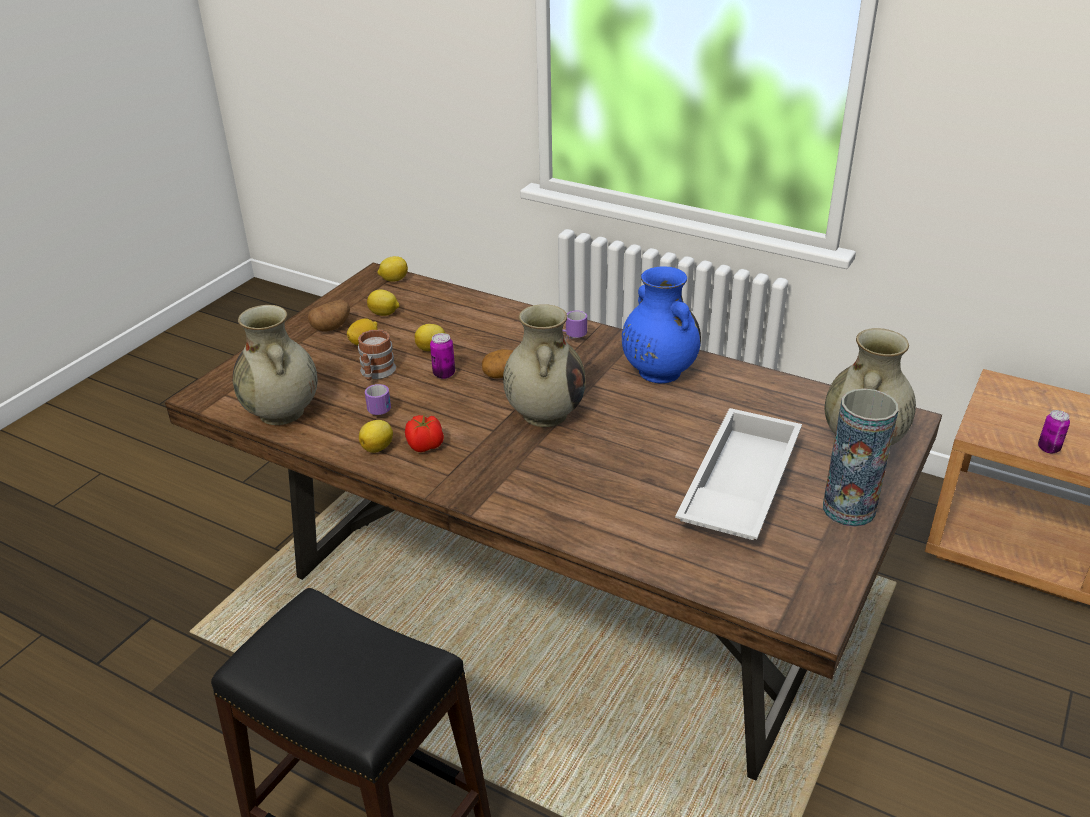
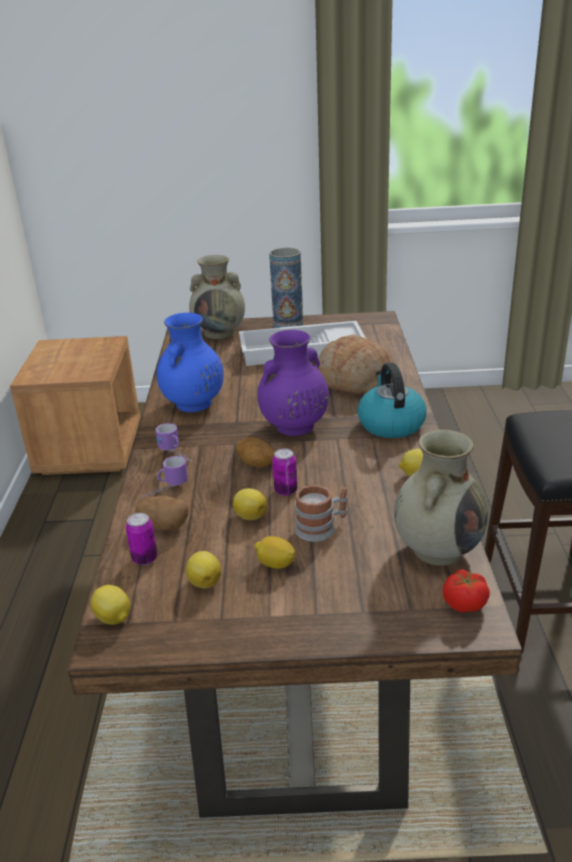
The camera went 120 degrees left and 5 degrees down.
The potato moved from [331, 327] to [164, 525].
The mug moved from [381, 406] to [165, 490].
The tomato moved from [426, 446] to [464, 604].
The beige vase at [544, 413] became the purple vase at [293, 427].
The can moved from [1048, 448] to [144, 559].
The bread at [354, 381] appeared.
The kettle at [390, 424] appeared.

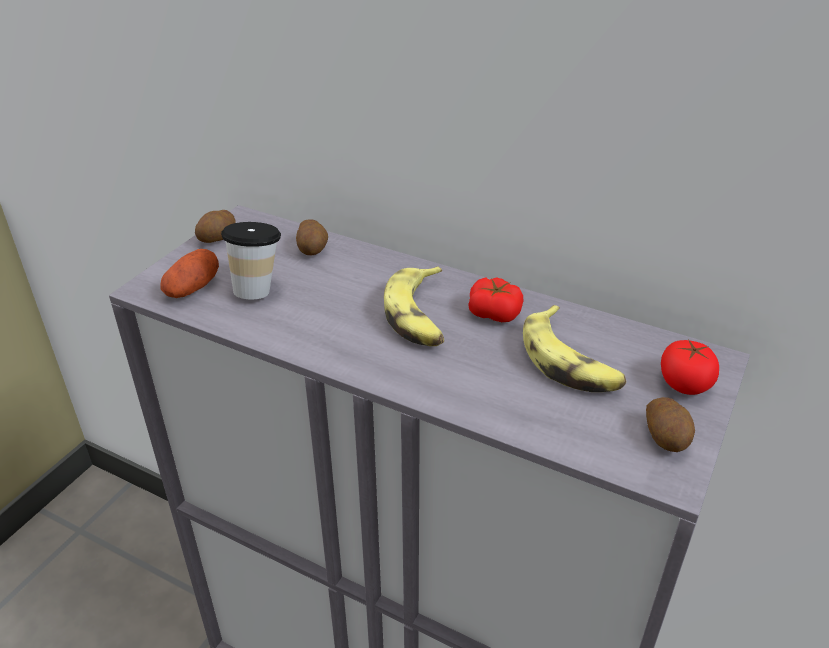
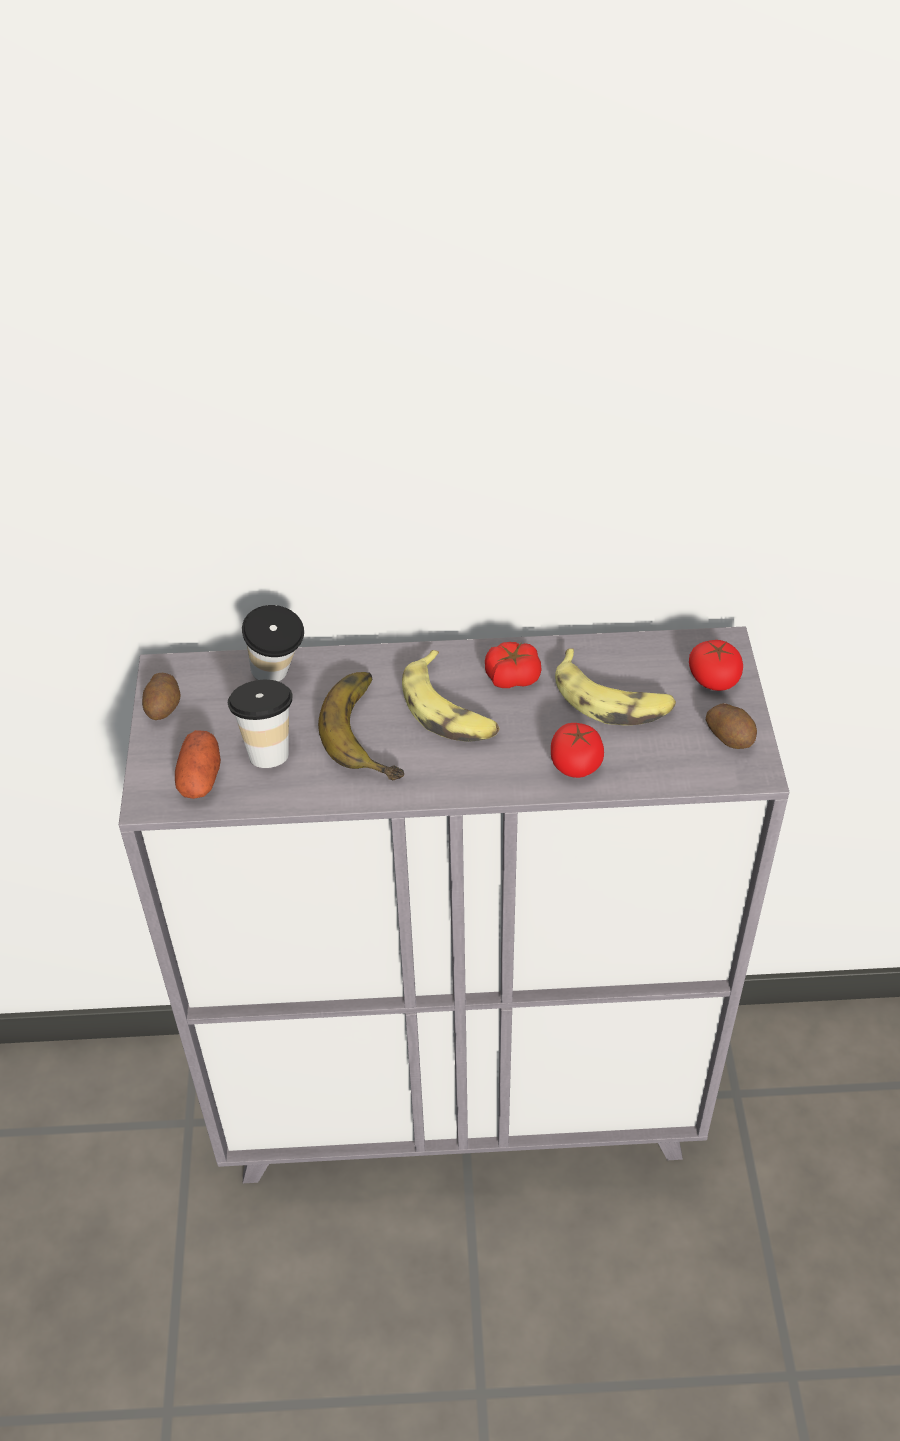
The camera went 30 degrees left and 10 degrees up.
The potato at [313, 249] was replaced by the cup at [278, 677].
The banana at [373, 730] appeared.
The tomato at [576, 763] appeared.

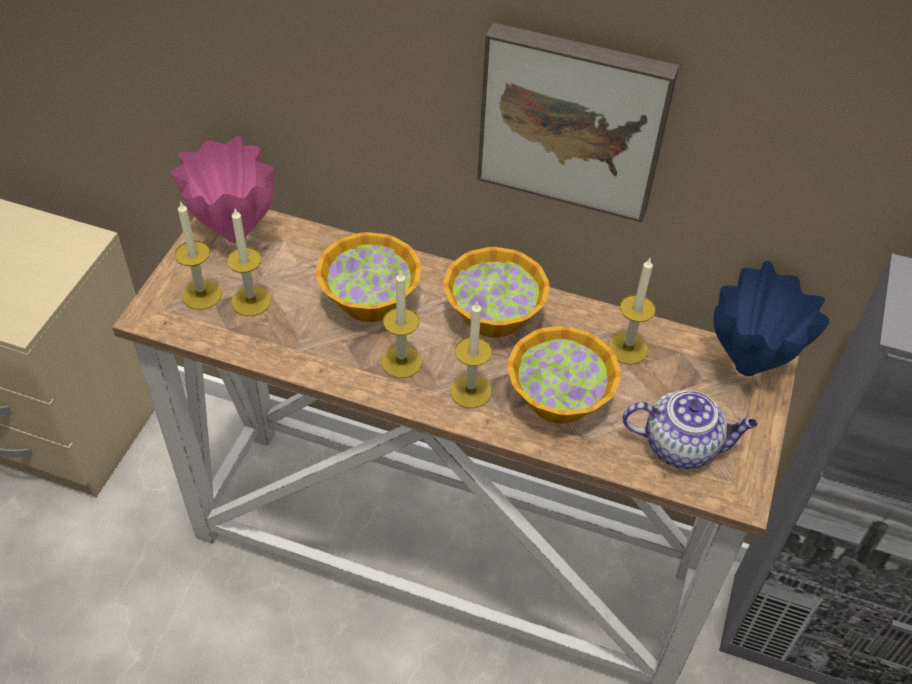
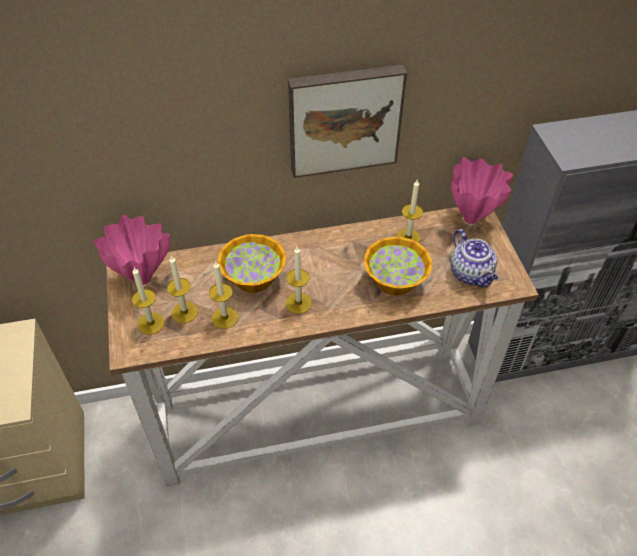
The camera went 30 degrees left and 0 degrees up.
The bowl at [494, 316] disappeared.
The candle moved from [470, 391] to [225, 317].
The teapot at [682, 446] turned 90 degrees clockwise.
The blue vase at [746, 368] became the pink vase at [471, 220].

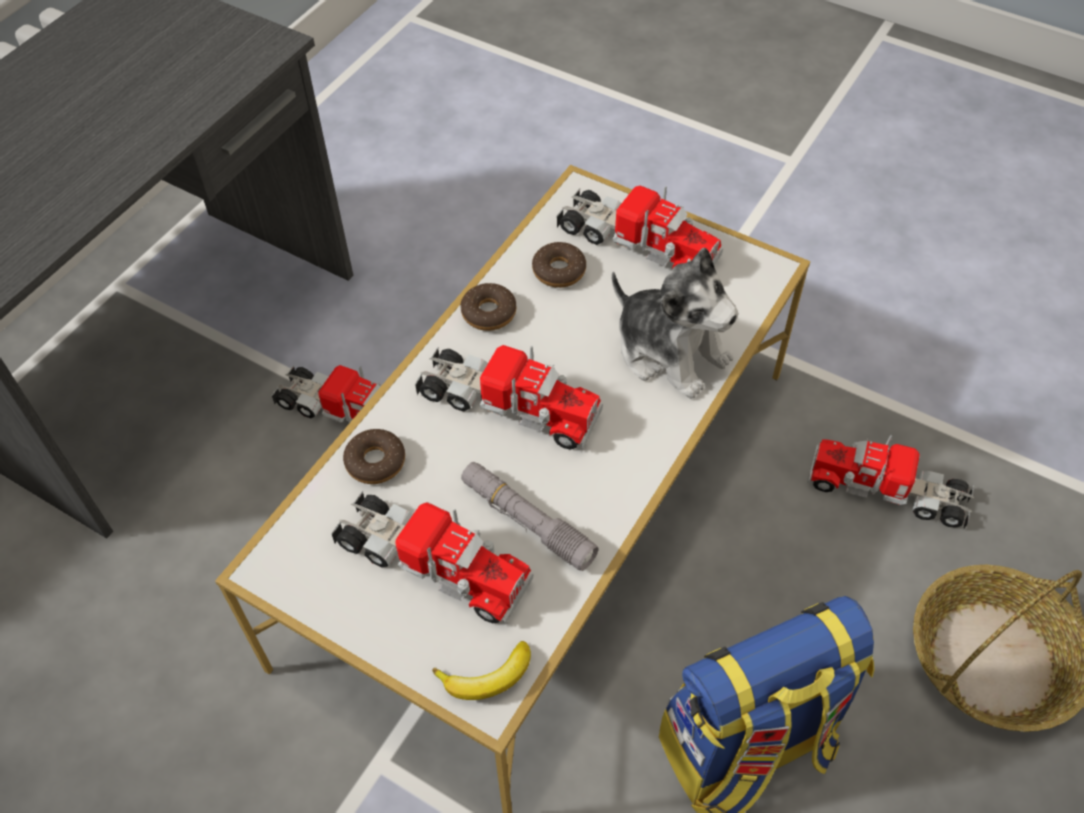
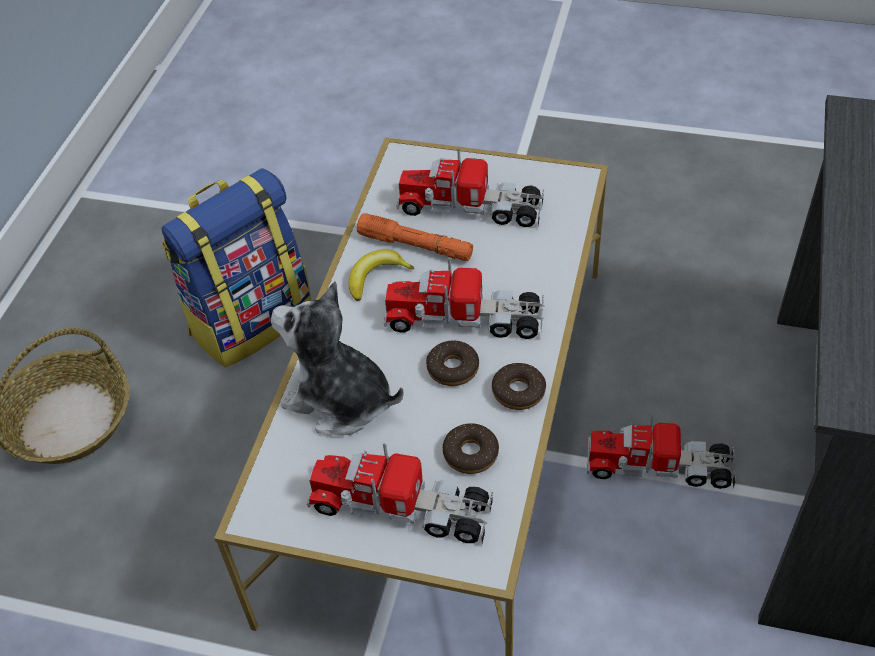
The camera went 165 degrees right and 5 degrees down.
The donut moved from [375, 462] to [453, 368].
The banana moved from [487, 677] to [376, 277].
The grey flashlight at [527, 521] became the orange flashlight at [416, 246].
The toy truck at [887, 491] disappeared.

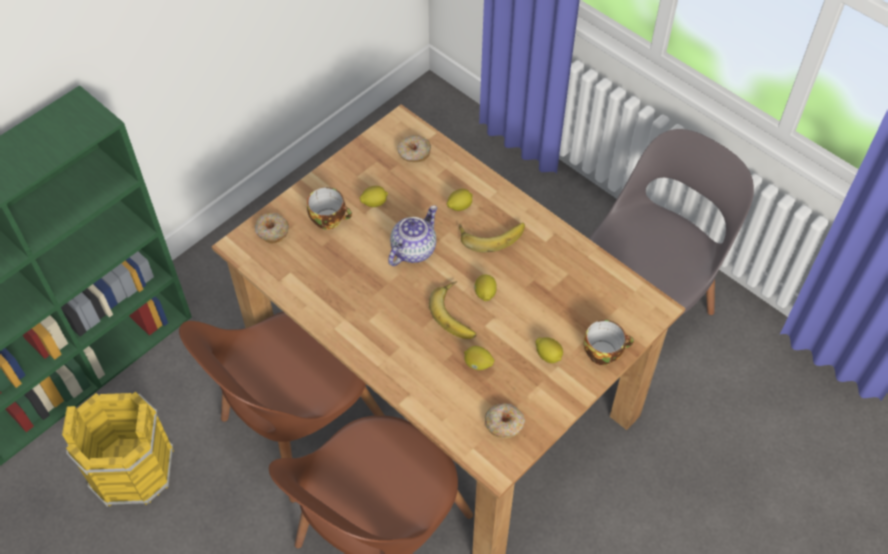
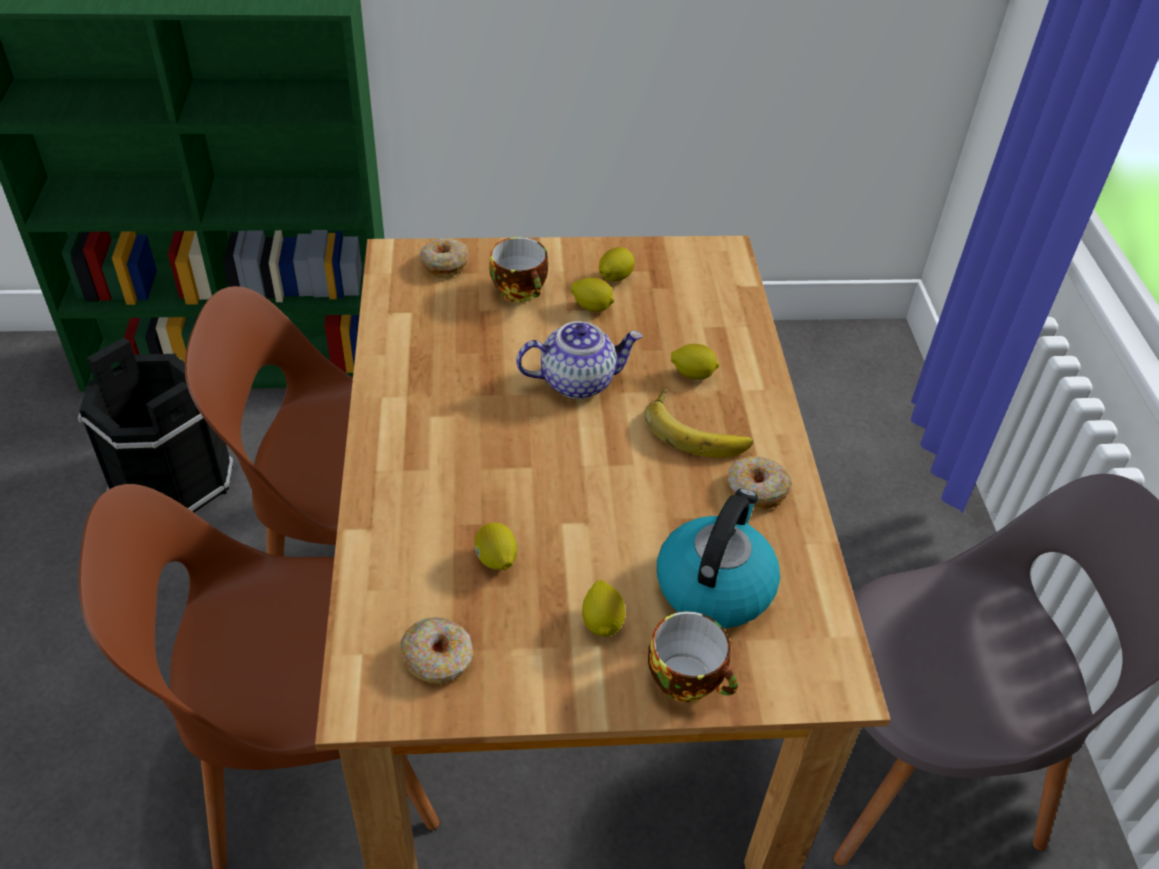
The camera went 40 degrees right and 10 degrees down.
The yellow bucket at [132, 469] became the black bucket at [172, 481].
The donut moved from [414, 153] to [756, 489].
The banana at [457, 313] disappeared.
The lemon moved from [485, 294] to [614, 278].
The kettle at [714, 585] appeared.

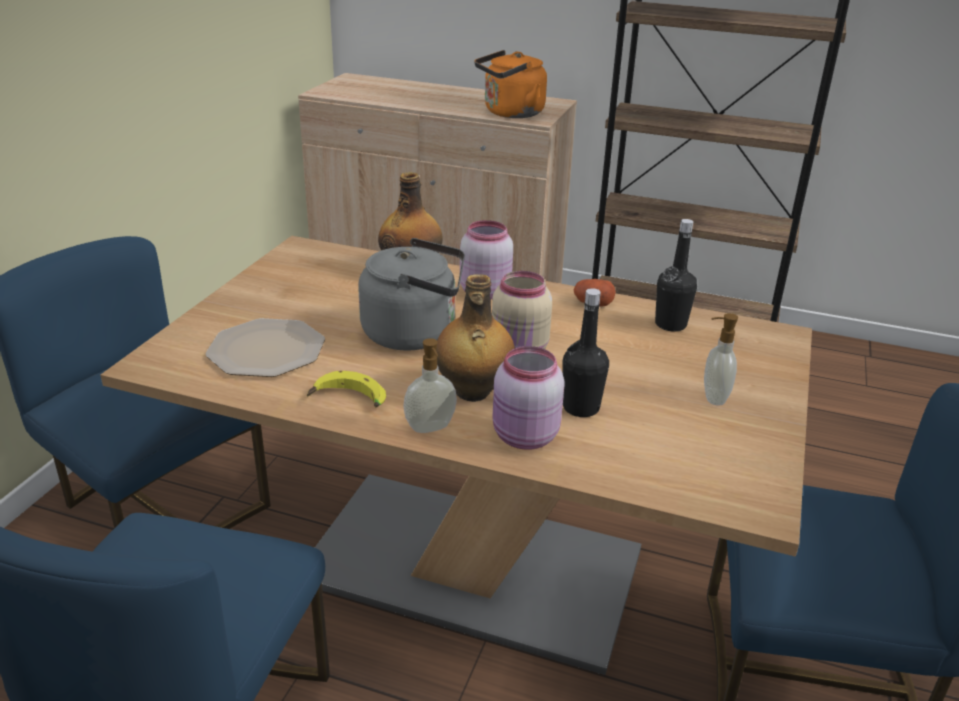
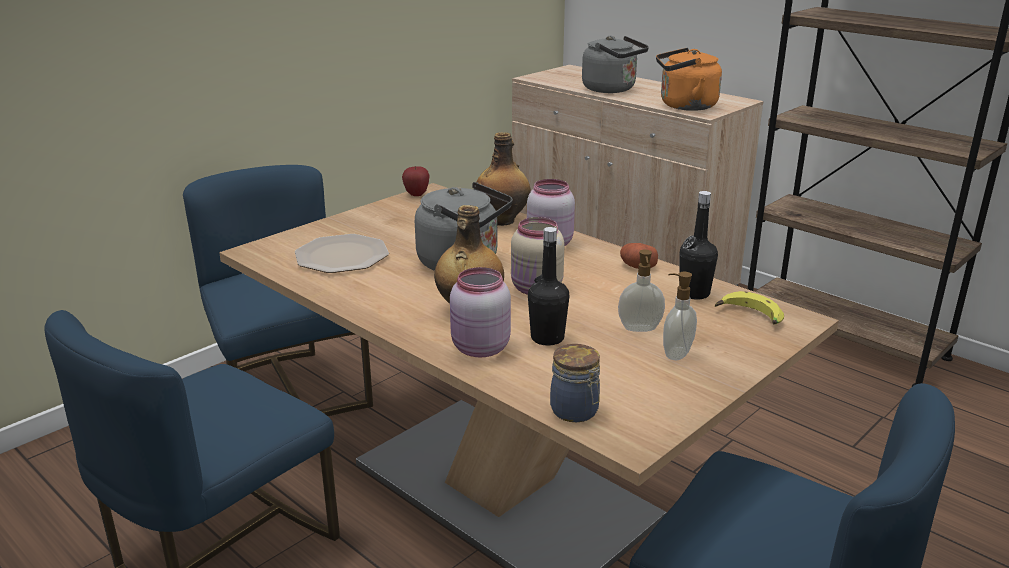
The camera went 25 degrees right and 5 degrees down.
The banana moved from [348, 401] to [749, 317].
The soap dispenser moved from [430, 428] to [640, 329].
The apple at [416, 194] appeared.
The jar at [576, 412] appeared.
The grey kettle at [612, 89] appeared.

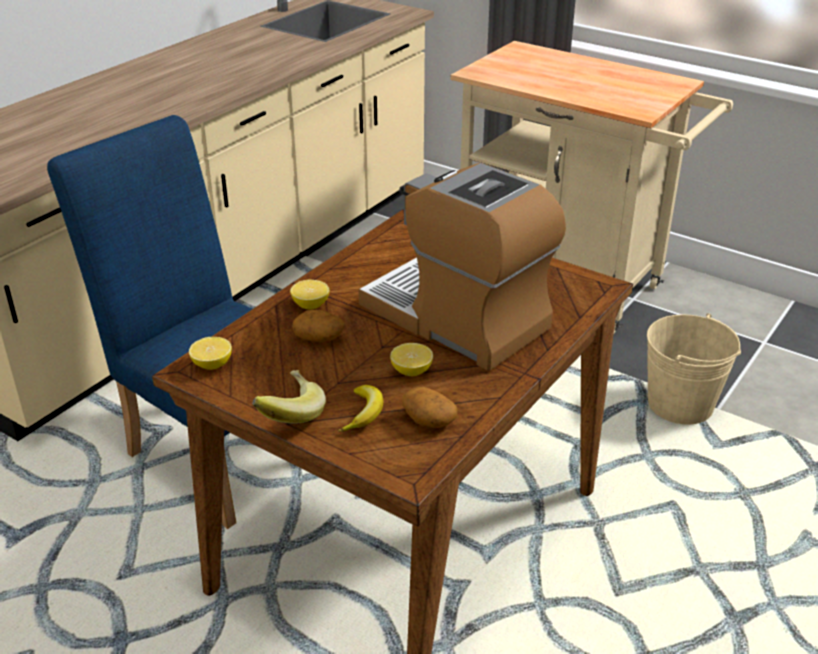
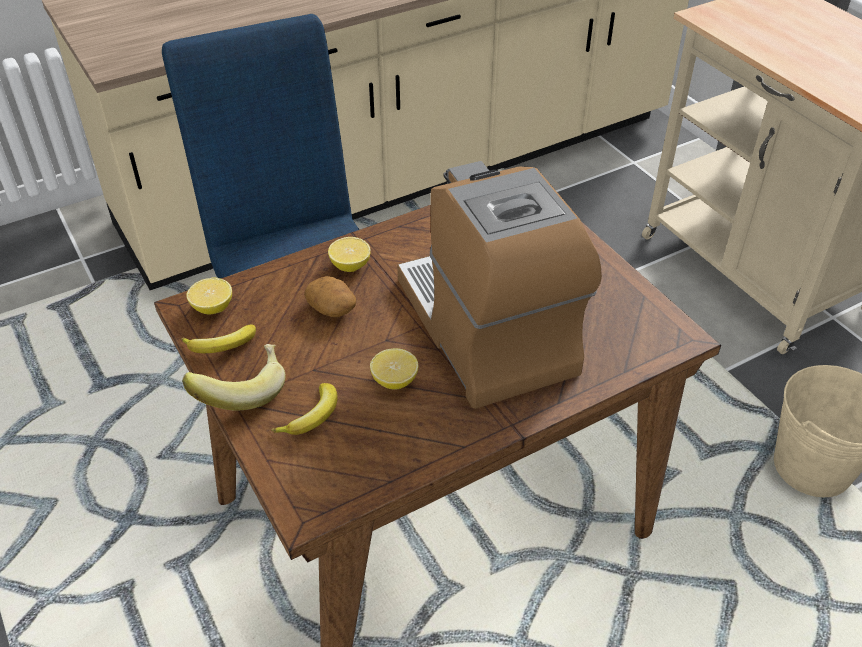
The camera went 25 degrees right and 10 degrees up.
The potato at [428, 420] disappeared.
The banana at [222, 346] appeared.

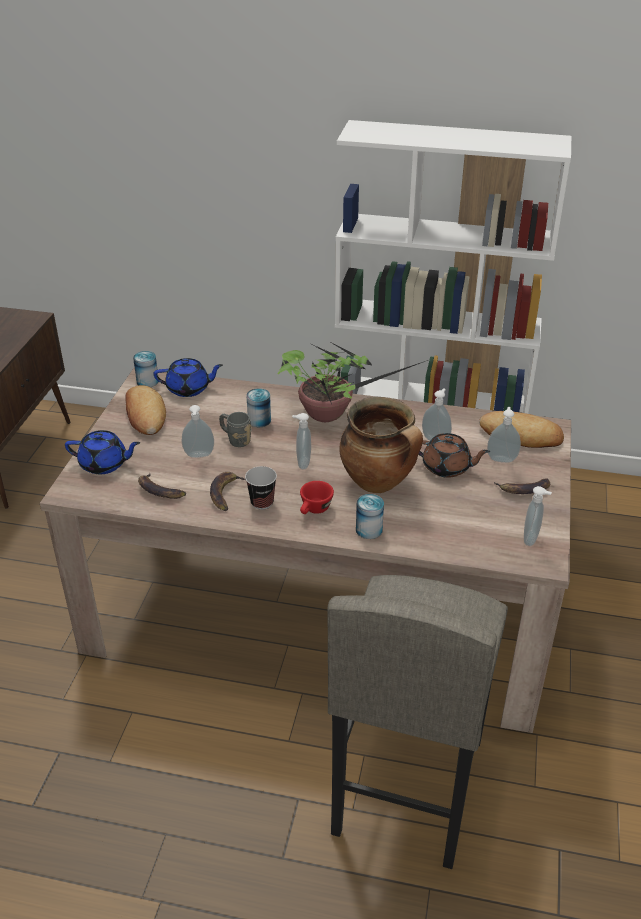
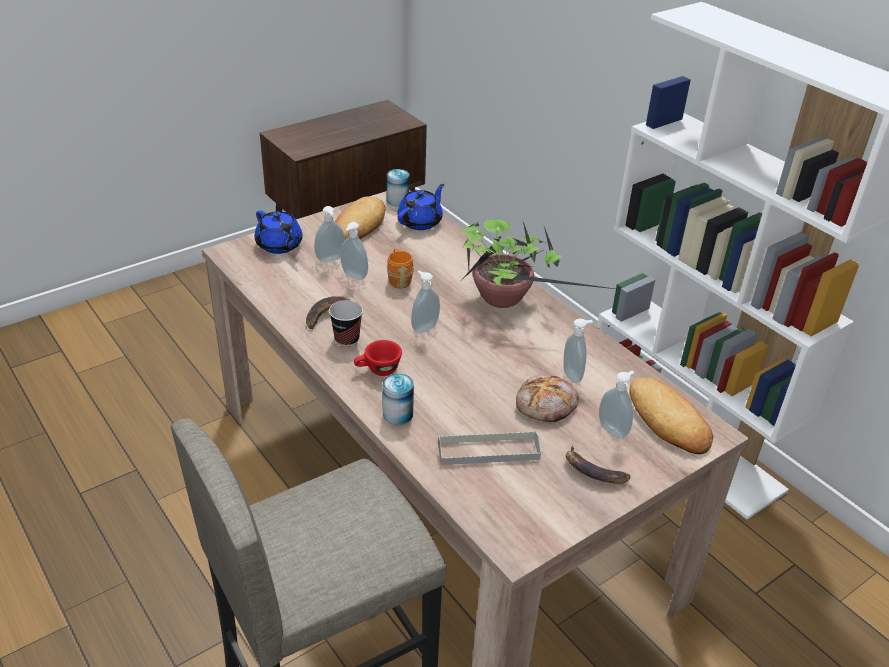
The camera went 40 degrees right and 0 degrees up.
The banana at [159, 491] disappeared.
The blue teapot at [189, 389] turned 90 degrees counterclockwise.
The grey mug at [235, 439] became the orange mug at [399, 279].
The can at [259, 420] disappeared.
The cooking pot at [379, 482] disappeared.
The brown teapot at [447, 467] was replaced by the bread at [546, 406].
The soap dispenser moved from [532, 539] to [331, 260].
The grey tray at [488, 451] appeared.

